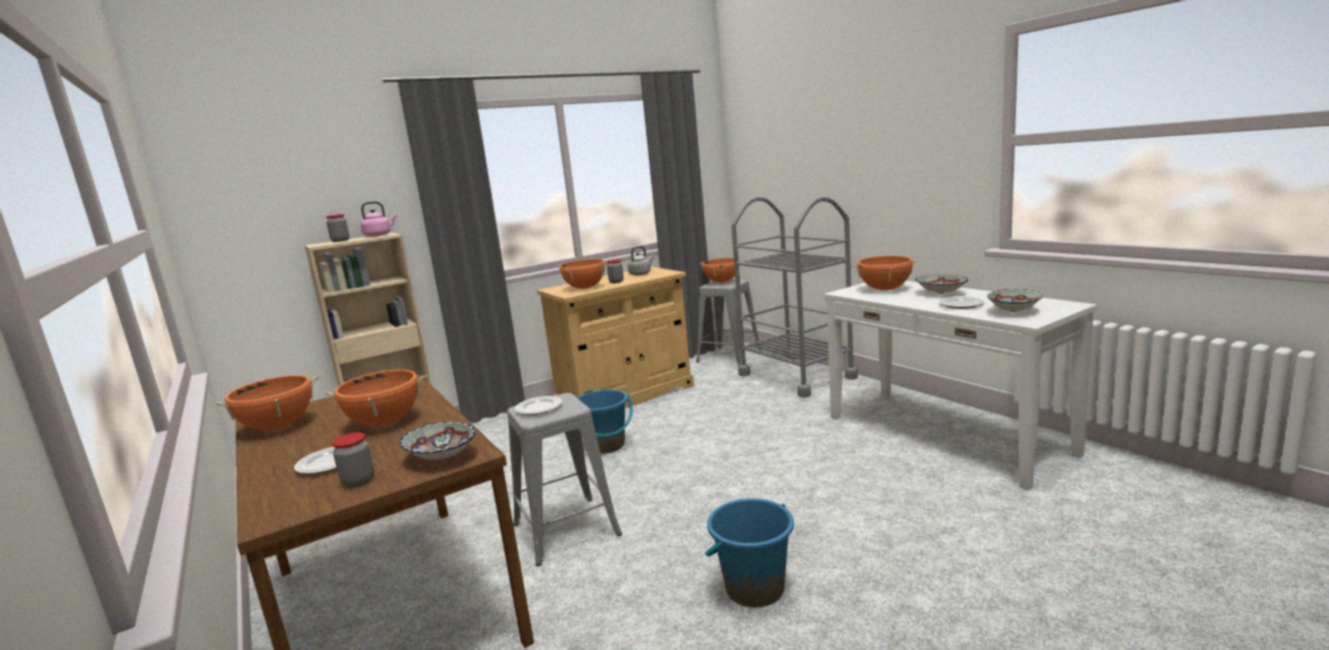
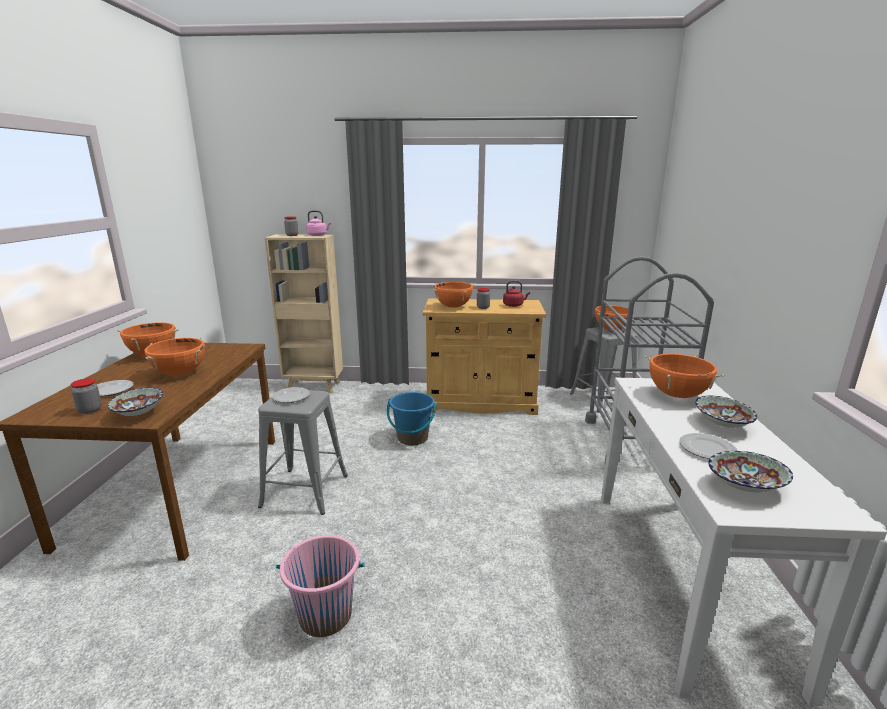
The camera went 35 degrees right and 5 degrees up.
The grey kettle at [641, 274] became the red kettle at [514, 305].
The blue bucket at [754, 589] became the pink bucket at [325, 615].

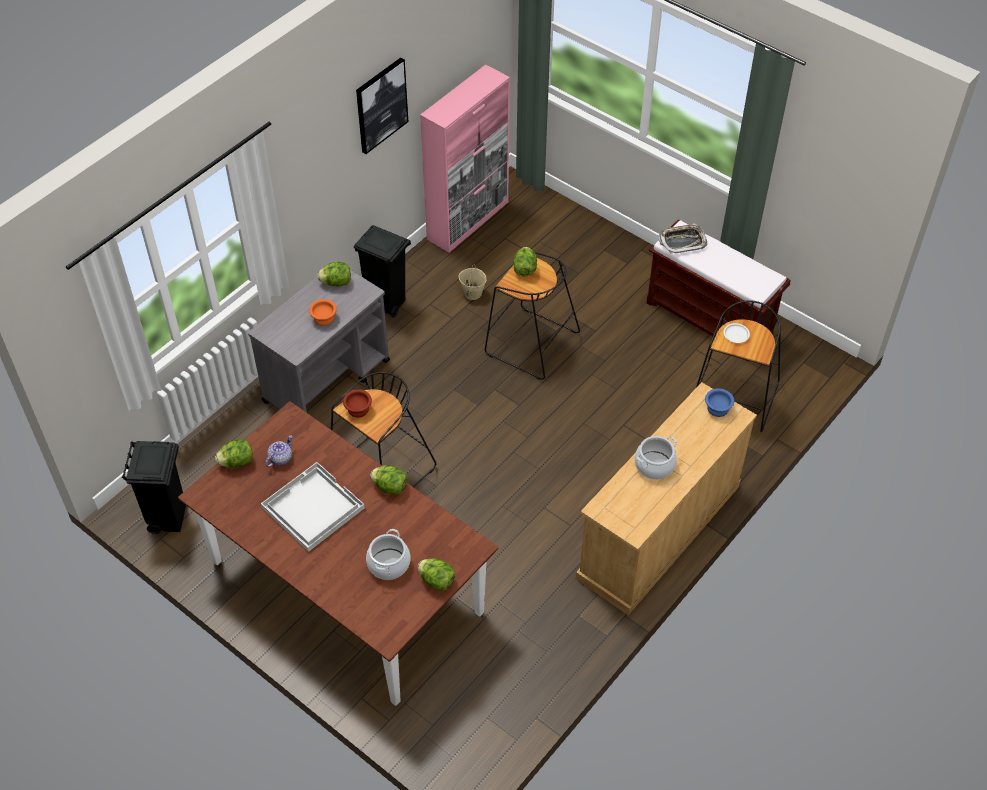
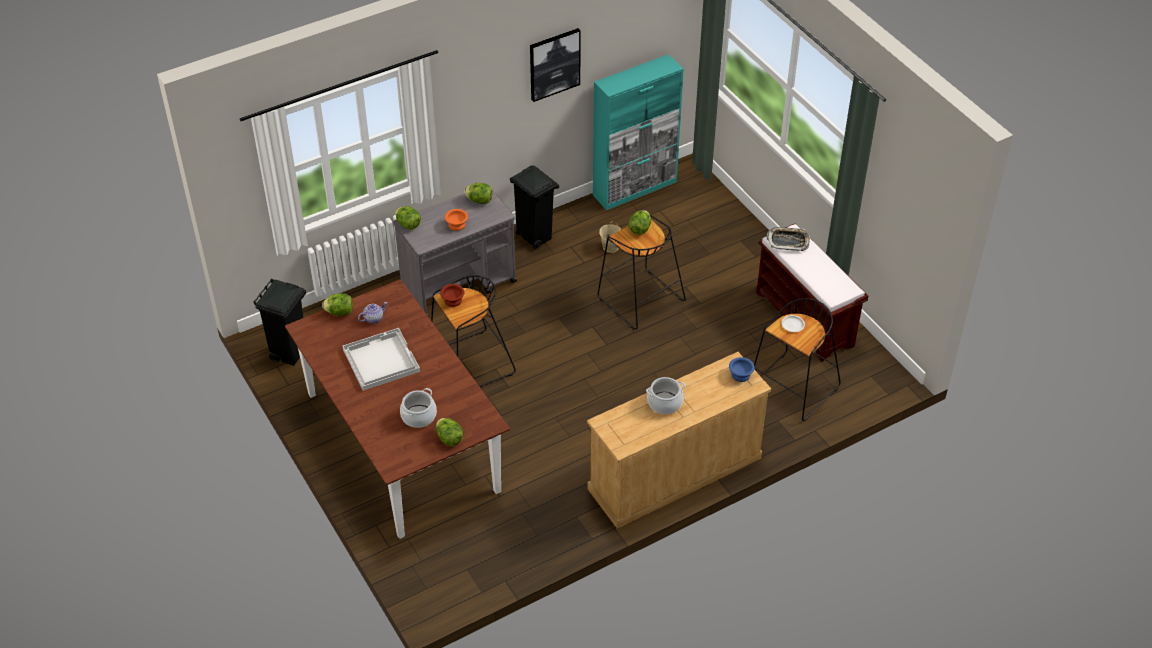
The camera went 20 degrees right and 5 degrees down.
The lettuce moved from [390, 487] to [408, 225].
The pink cabinet at [468, 220] became the turquoise cabinet at [635, 188].

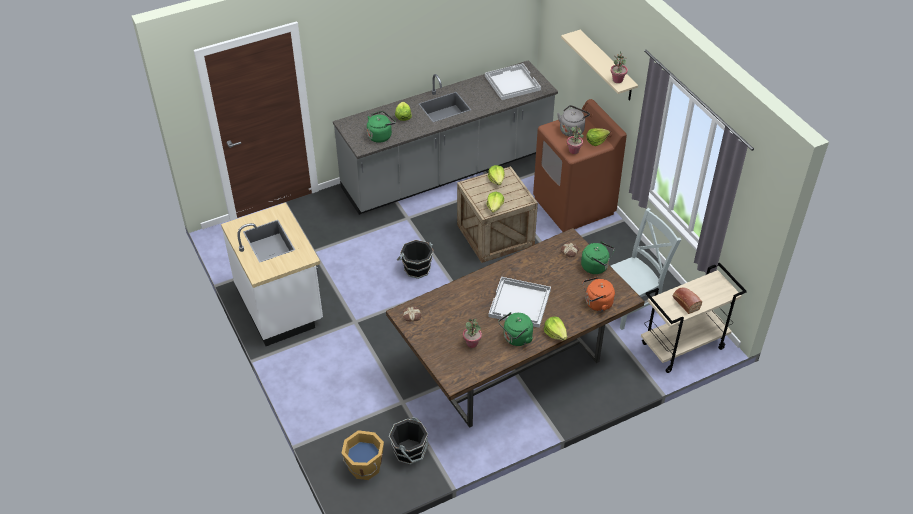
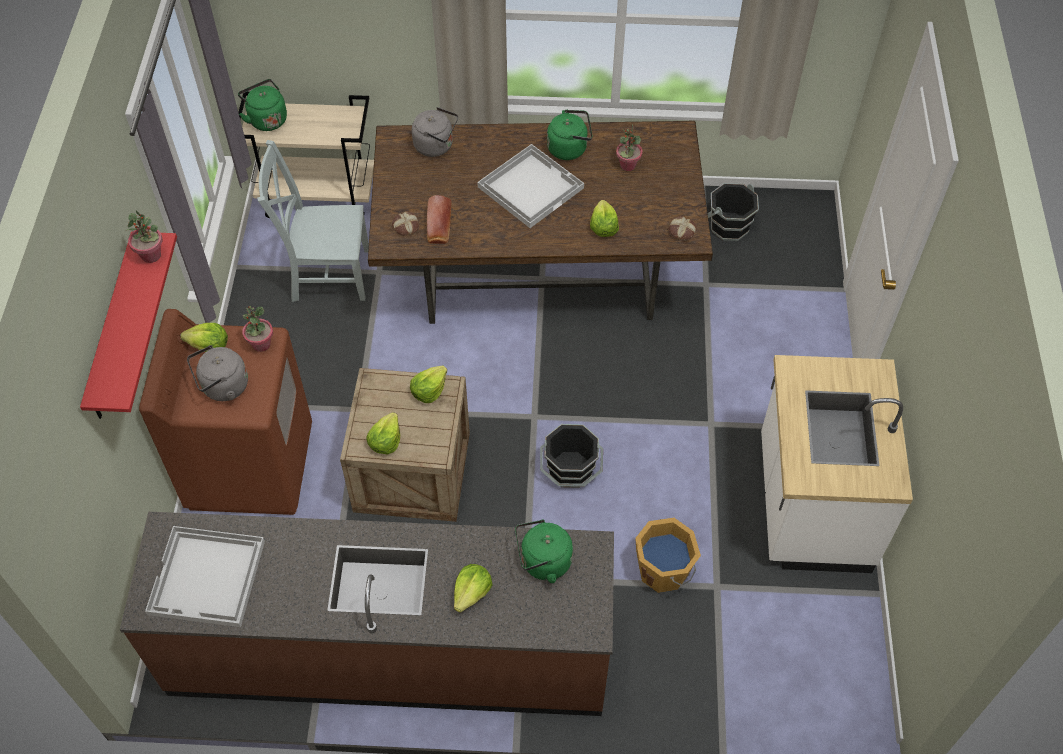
The camera went 150 degrees left and 10 degrees up.
The grey counter at [447, 171] became the brown counter at [390, 651].
The orange bucket moved from [364, 467] to [664, 569].
The lettuce moved from [555, 333] to [603, 227].
The beige shelf at [607, 66] became the red shelf at [113, 330].
The green kettle moved from [596, 267] to [266, 119].
The orange kettle at [597, 304] became the grey kettle at [436, 146].
The bread moved from [685, 303] to [439, 228].

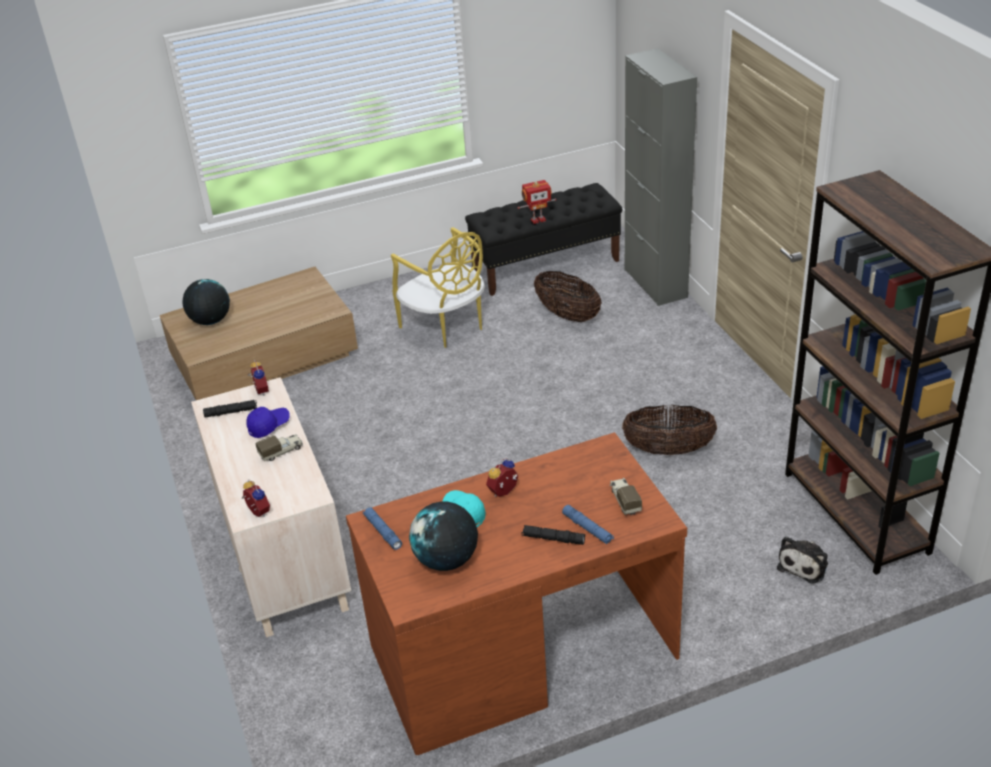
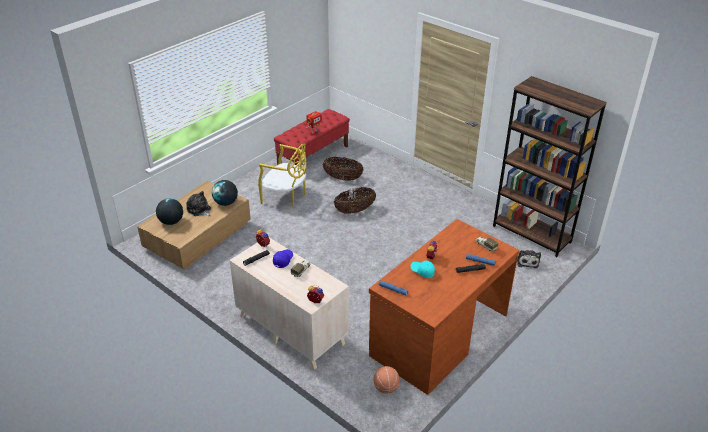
The camera went 30 degrees left and 0 degrees up.
The globe moved from [446, 560] to [226, 203].
The black bench at [546, 265] became the red bench at [313, 156].
The basket moved from [668, 450] to [354, 210].
The grey cabinet at [655, 283] disappeared.
The plush toy at [199, 210] appeared.
The basketball at [386, 388] appeared.

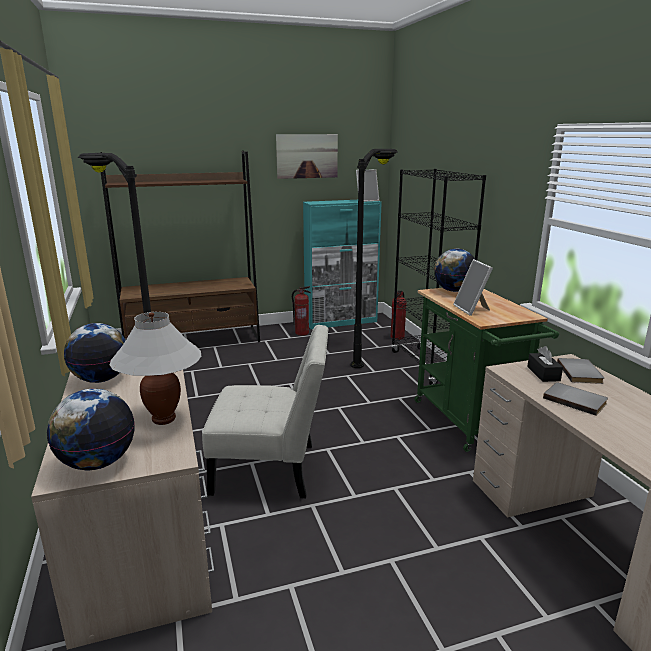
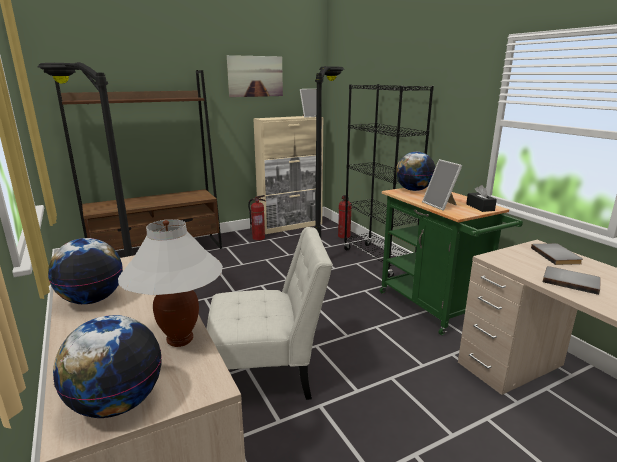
The camera went 10 degrees left and 0 degrees up.
The turquoise cabinet at [341, 322] became the beige cabinet at [291, 226].
The black tissue box moved from [543, 373] to [480, 207].

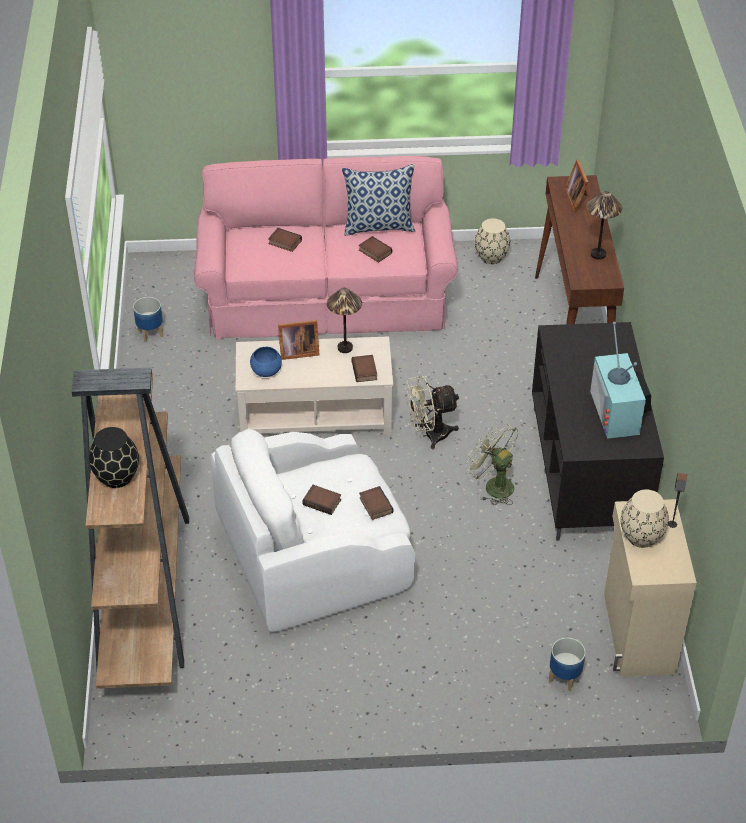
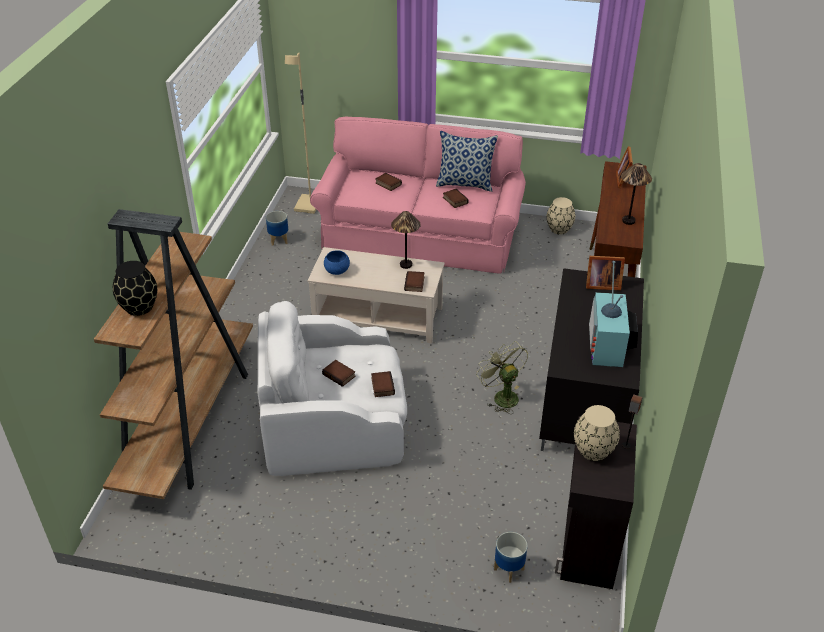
The camera went 15 degrees right and 5 degrees down.
The picture frame moved from [297, 351] to [601, 284].
The beige fan at [430, 435] disappeared.
The beige cabinet at [637, 634] became the black cabinet at [587, 545].
The beige floor lamp at [308, 205] appeared.

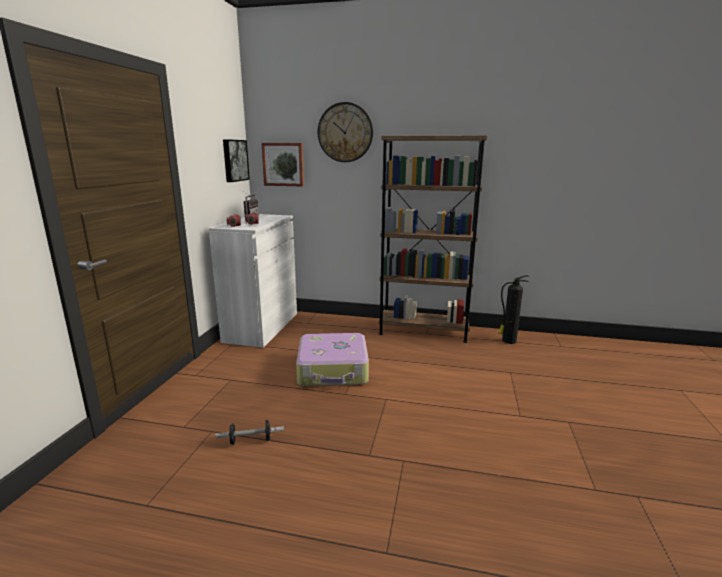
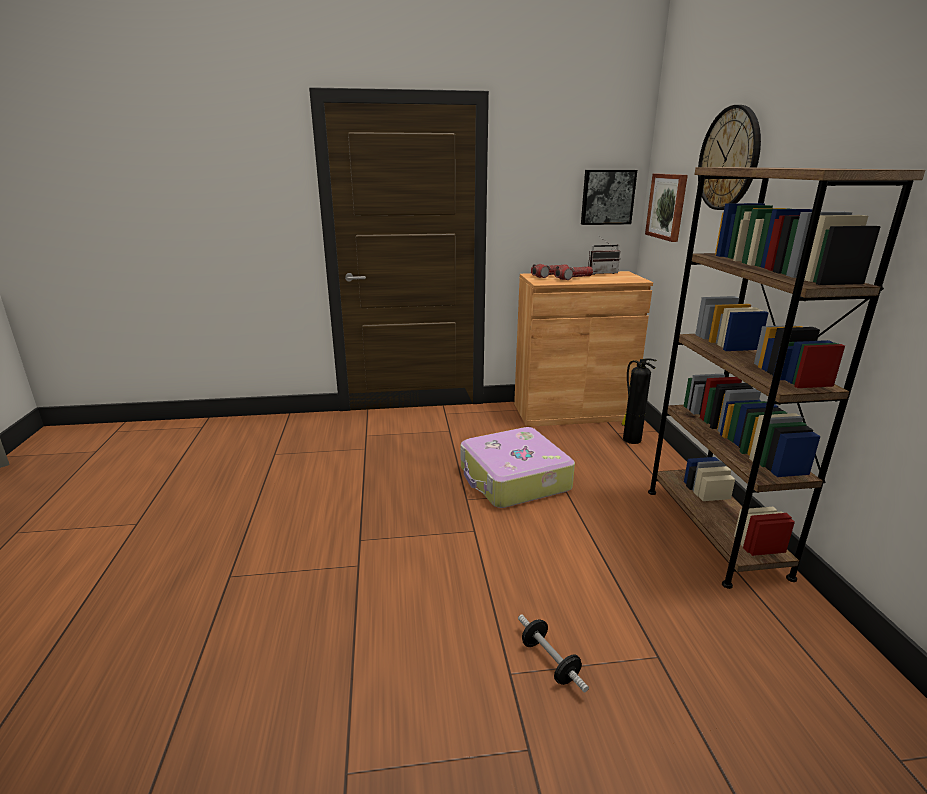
The camera went 70 degrees right and 5 degrees up.
The white cabinet at [261, 327] became the brown cabinet at [572, 412].
The dumbbell moved from [250, 440] to [549, 662].
The fire extinguisher moved from [508, 341] to [631, 439].

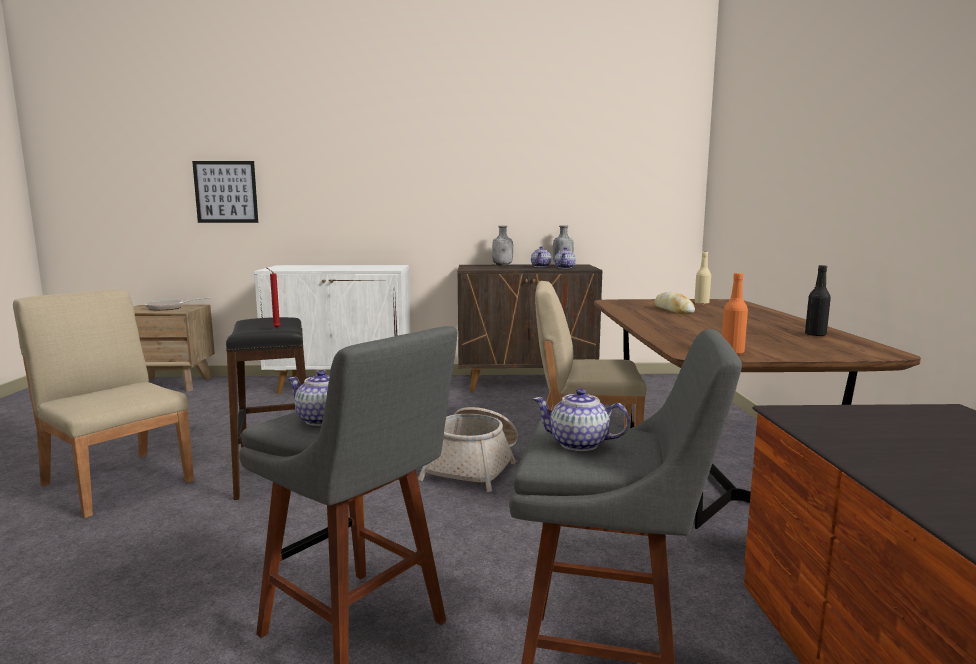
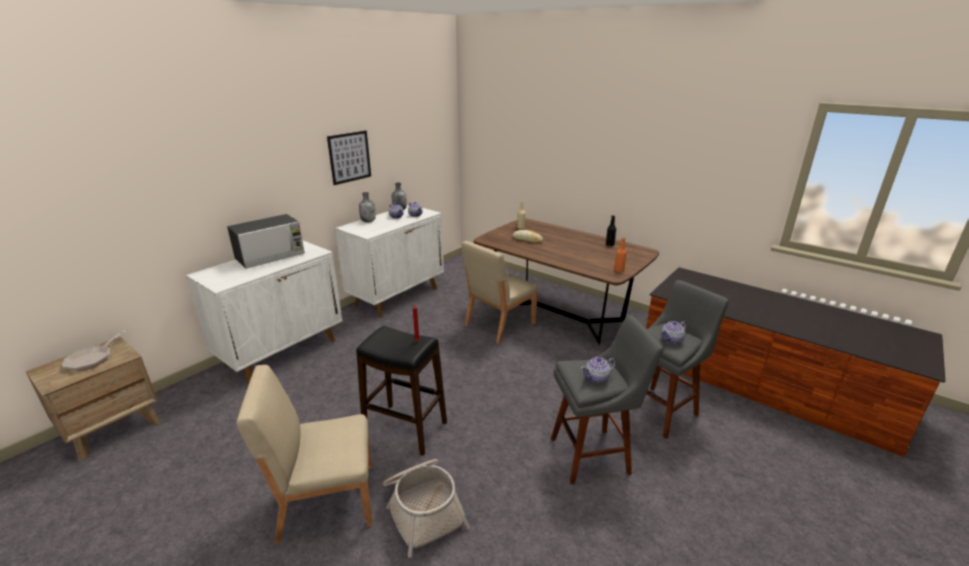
The camera went 50 degrees left and 15 degrees up.
The picture moved from [226, 192] to [349, 157].
The basket moved from [474, 466] to [423, 509].
The brown cabinet at [526, 383] became the white cabinet at [397, 296].
The microwave at [271, 257] appeared.

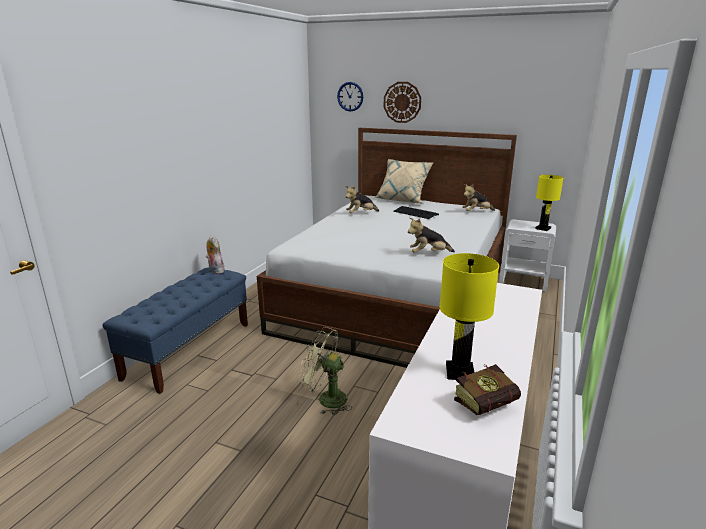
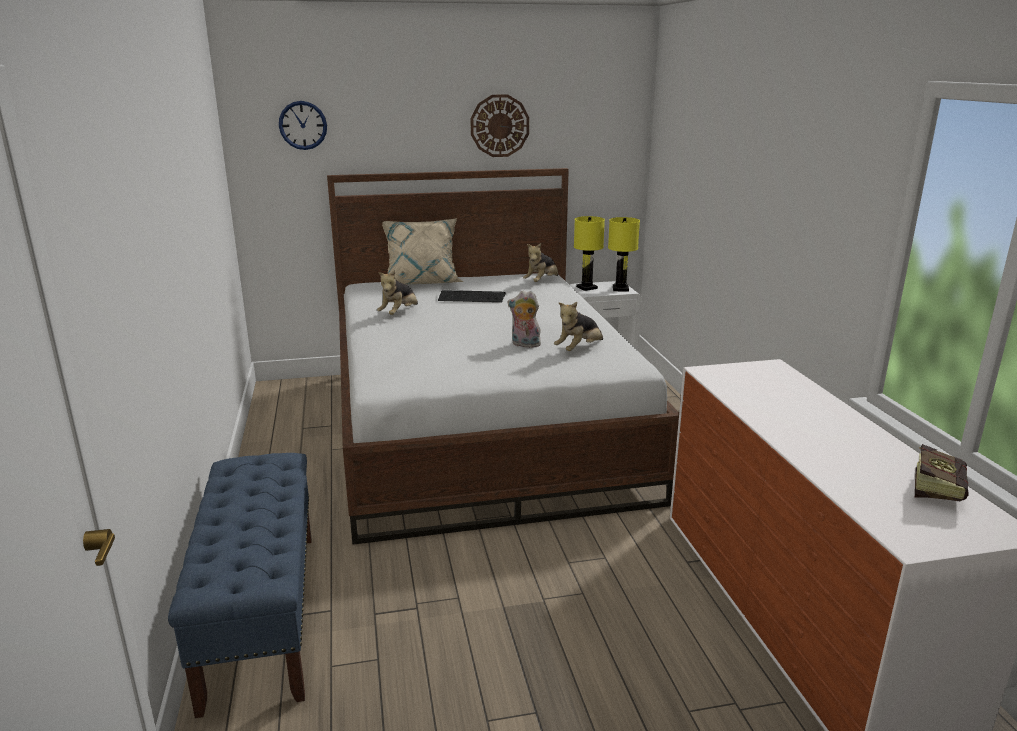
The camera went 35 degrees left and 0 degrees up.
The plush toy moved from [215, 271] to [524, 345].
The green fan at [326, 399] disappeared.
The wall clock moved from [402, 102] to [499, 126].
The yellow table lamp moved from [460, 372] to [587, 288].

